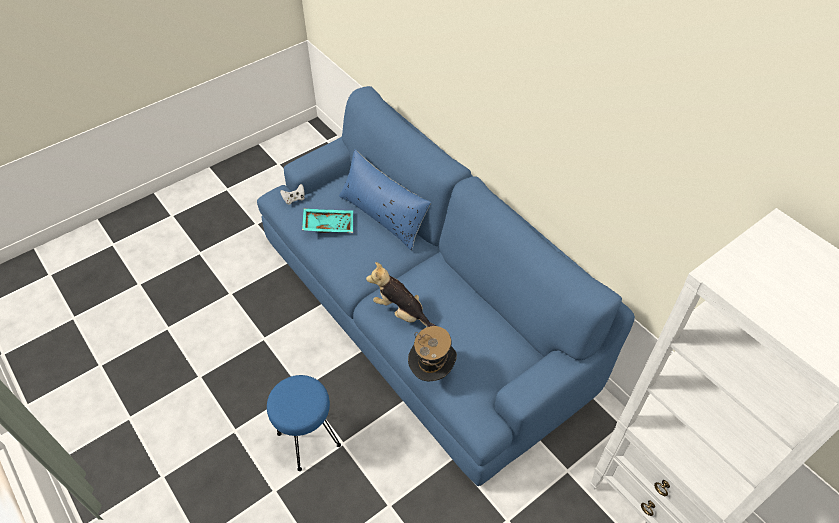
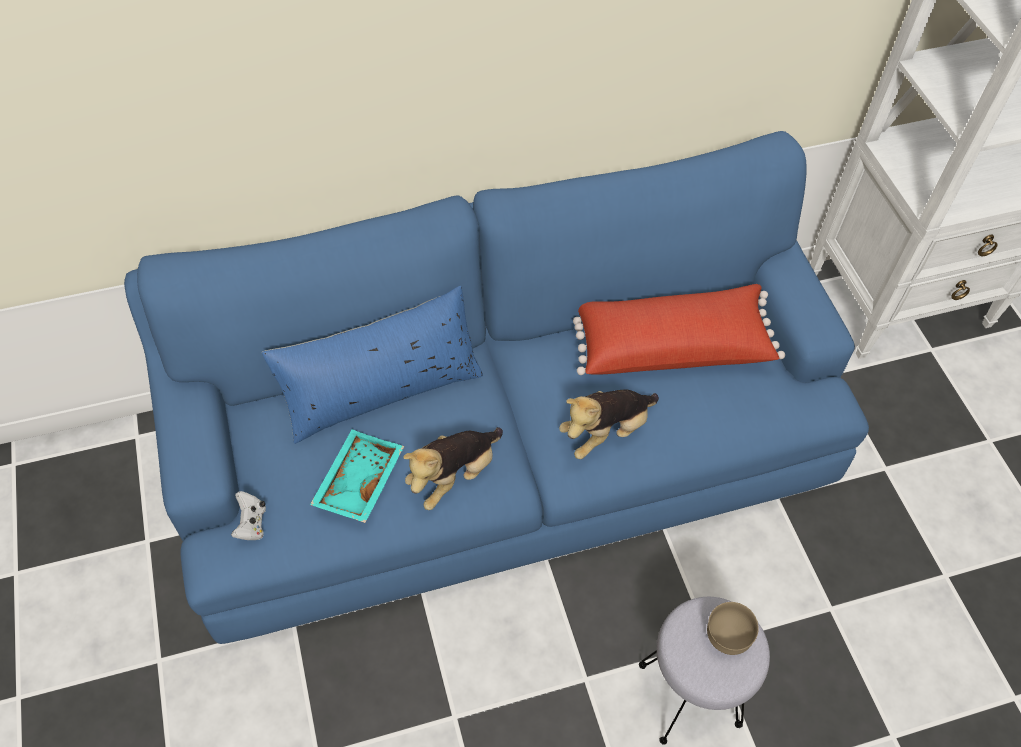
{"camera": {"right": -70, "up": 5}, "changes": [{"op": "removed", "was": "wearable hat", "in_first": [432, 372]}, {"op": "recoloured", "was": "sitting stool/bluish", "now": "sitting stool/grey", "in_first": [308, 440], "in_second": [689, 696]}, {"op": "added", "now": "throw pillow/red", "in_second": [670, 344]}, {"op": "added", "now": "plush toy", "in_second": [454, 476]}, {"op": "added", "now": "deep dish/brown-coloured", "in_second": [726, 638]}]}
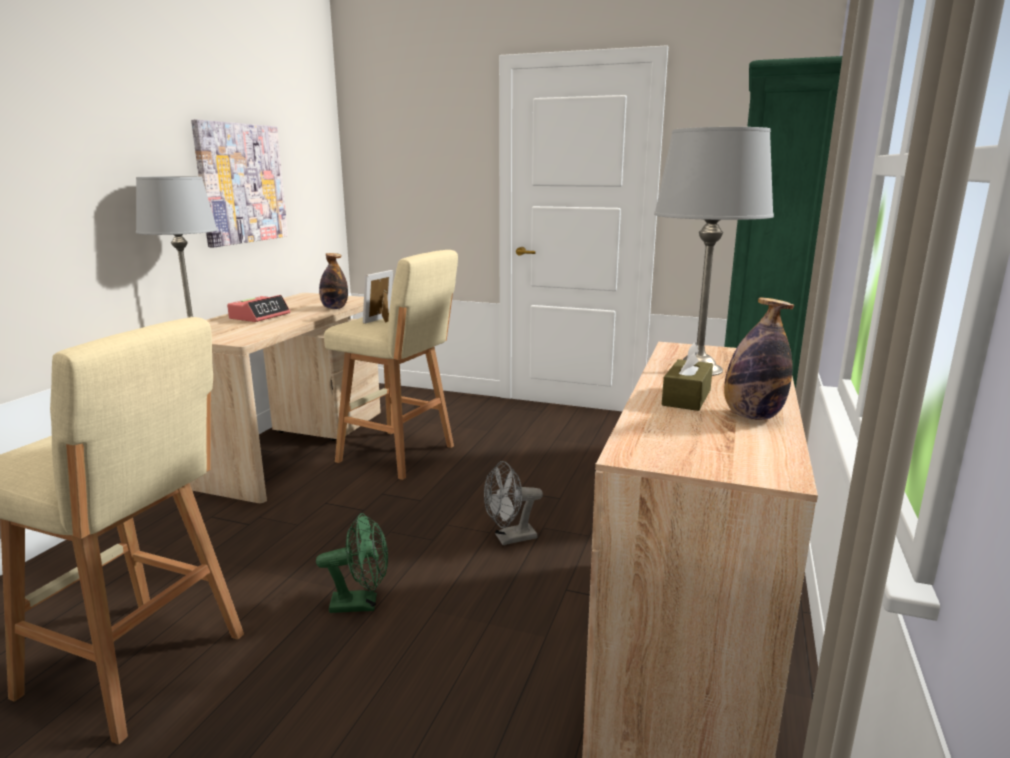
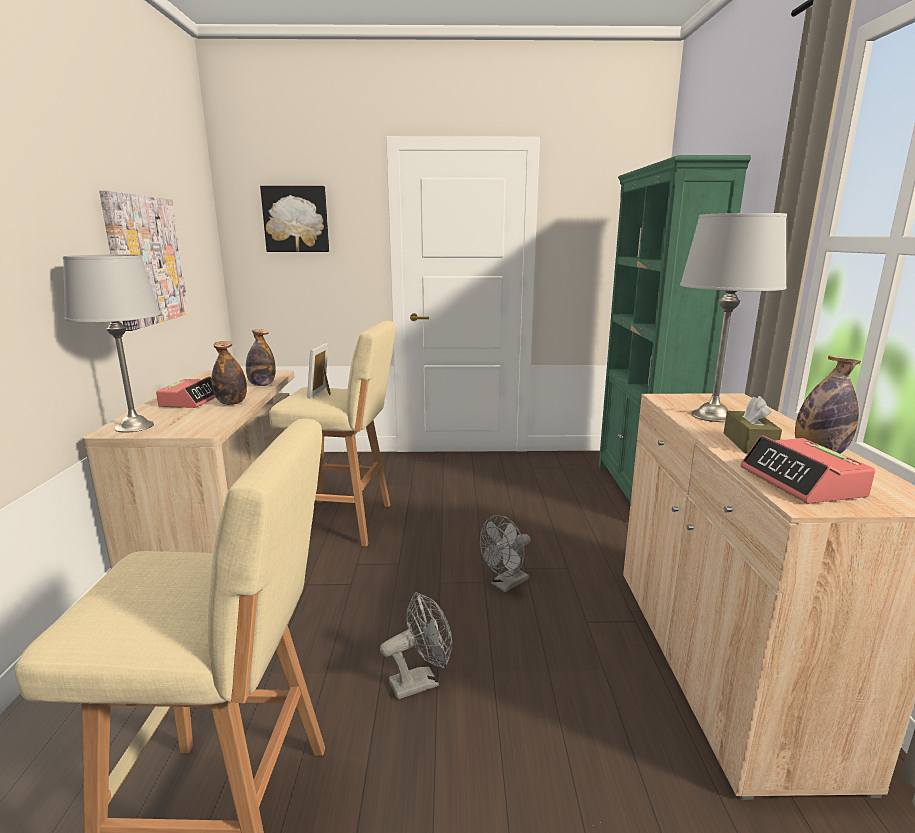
{"camera": {"right": -20, "up": 0}, "changes": [{"op": "recoloured", "was": "electric fan/greenish", "now": "electric fan/grey", "in_first": [361, 604], "in_second": [421, 681]}, {"op": "added", "now": "picture", "in_second": [296, 219]}, {"op": "added", "now": "bottle", "in_second": [232, 403]}, {"op": "added", "now": "bedside clock", "in_second": [802, 483]}]}
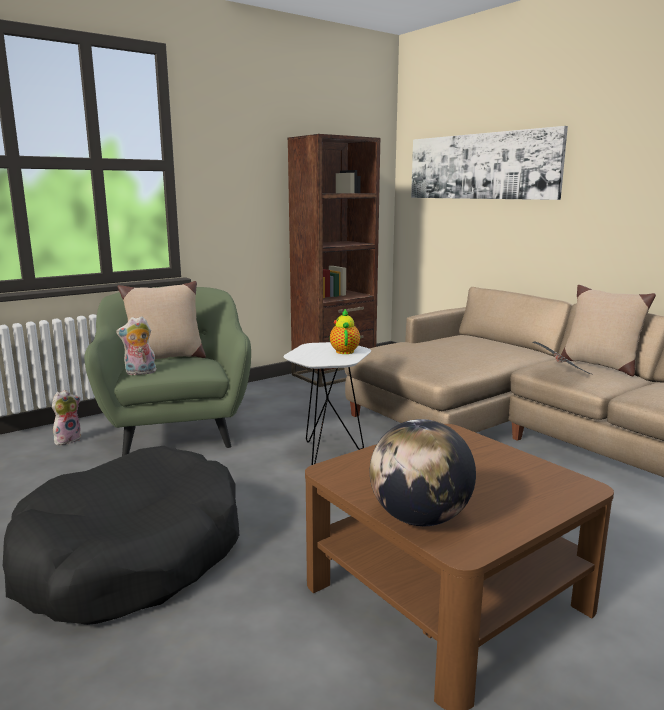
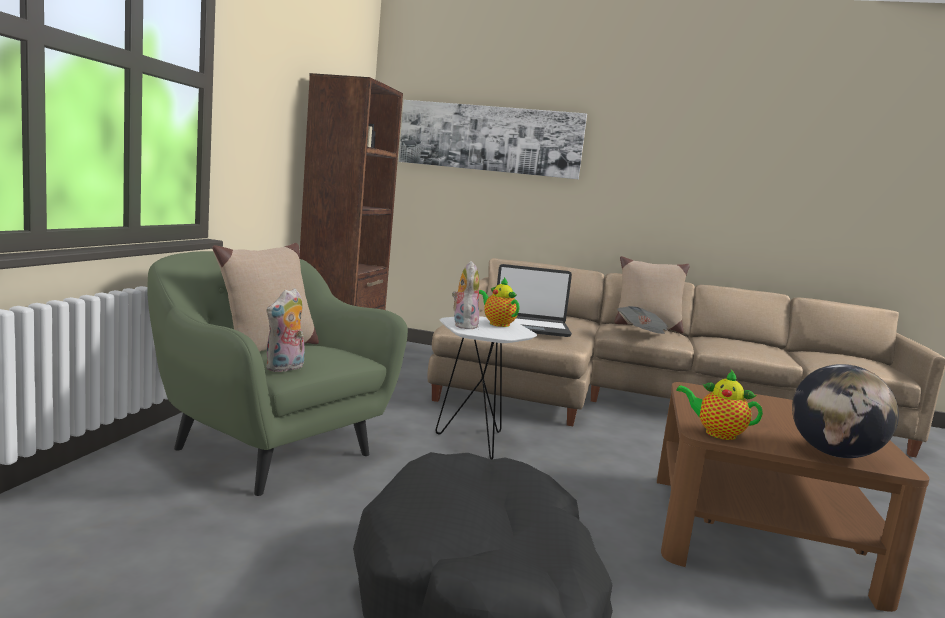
{"camera": {"right": -40, "up": -5}, "changes": [{"op": "moved", "was": "plush toy", "in_first": [68, 440], "in_second": [463, 325]}, {"op": "added", "now": "portable computer", "in_second": [530, 327]}, {"op": "added", "now": "tea pot", "in_second": [716, 433]}]}
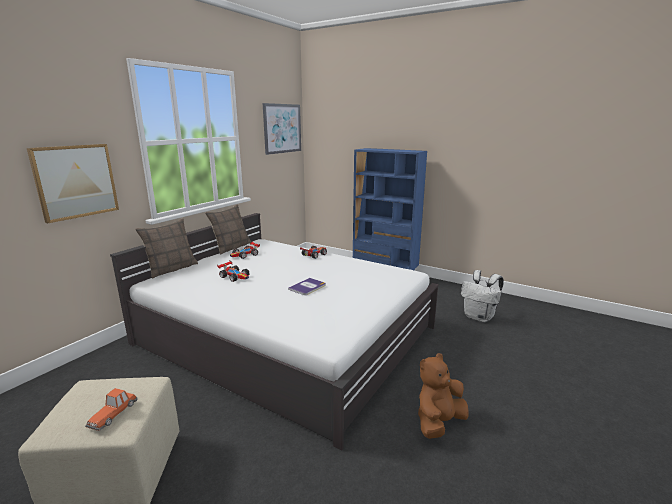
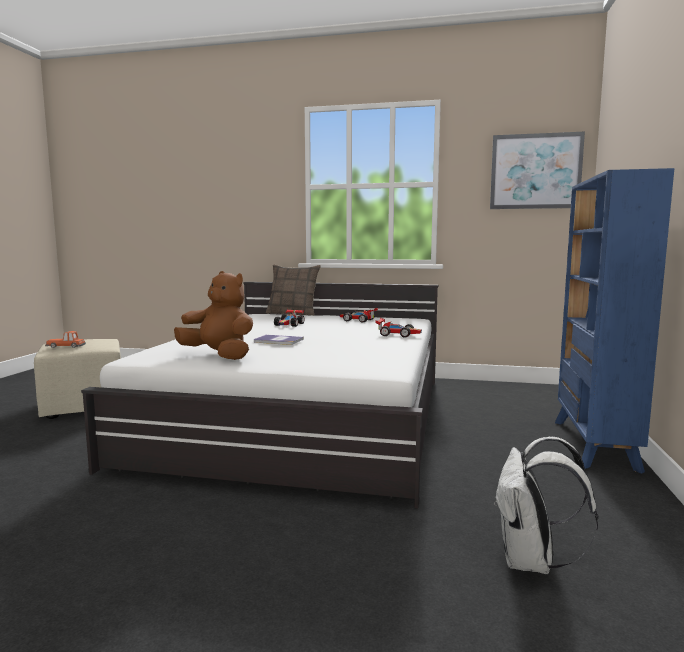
{"camera": {"right": 70, "up": -10}, "changes": [{"op": "removed", "was": "picture", "in_first": [75, 181]}, {"op": "removed", "was": "throw pillow", "in_first": [231, 247]}, {"op": "moved", "was": "plush toy/brown-coloured", "in_first": [438, 422], "in_second": [219, 356]}]}
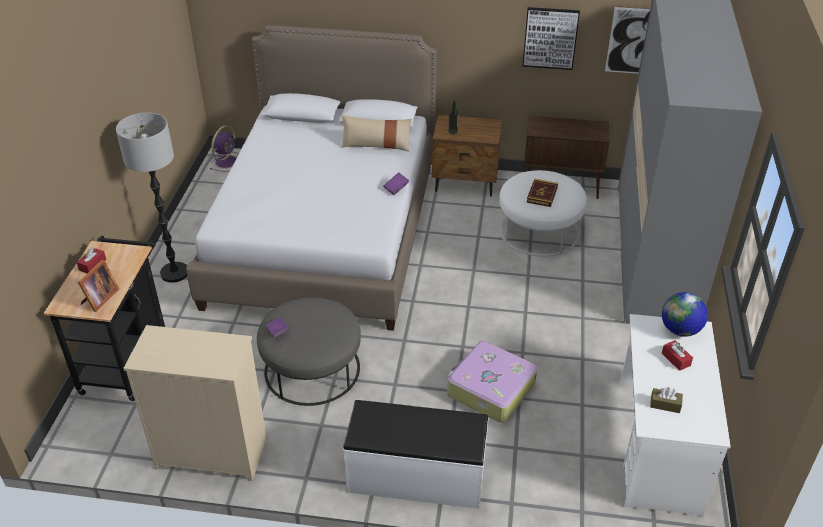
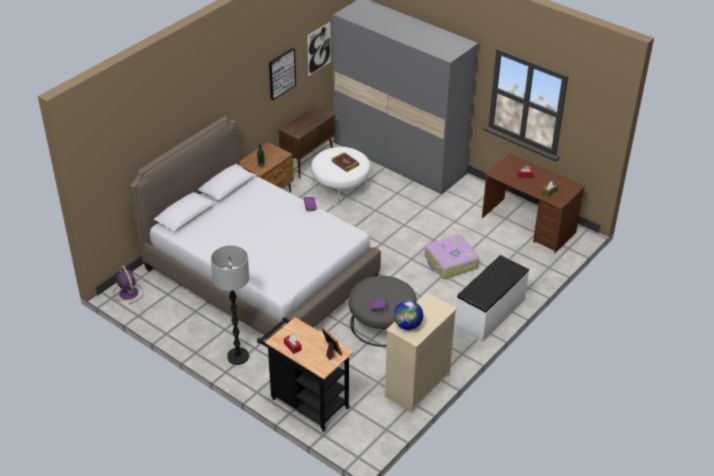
{"camera": {"right": -60, "up": 0}, "changes": [{"op": "removed", "was": "throw pillow/beige-coloured", "in_first": [376, 145]}, {"op": "moved", "was": "desk globe", "in_first": [680, 330], "in_second": [408, 325]}, {"op": "recoloured", "was": "desk/white", "now": "desk/brown-coloured", "in_first": [658, 446], "in_second": [528, 225]}]}
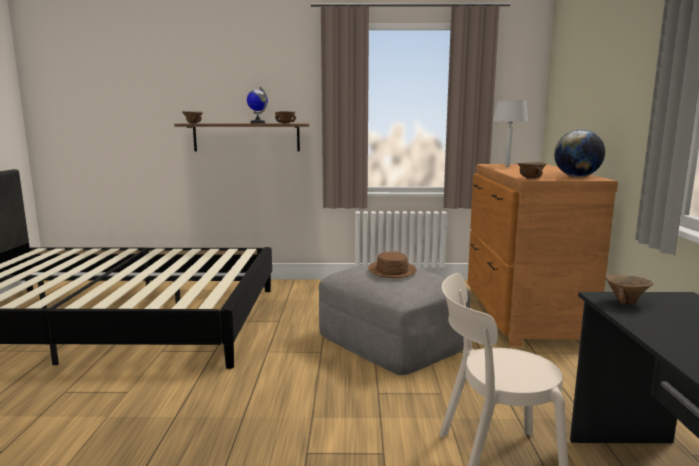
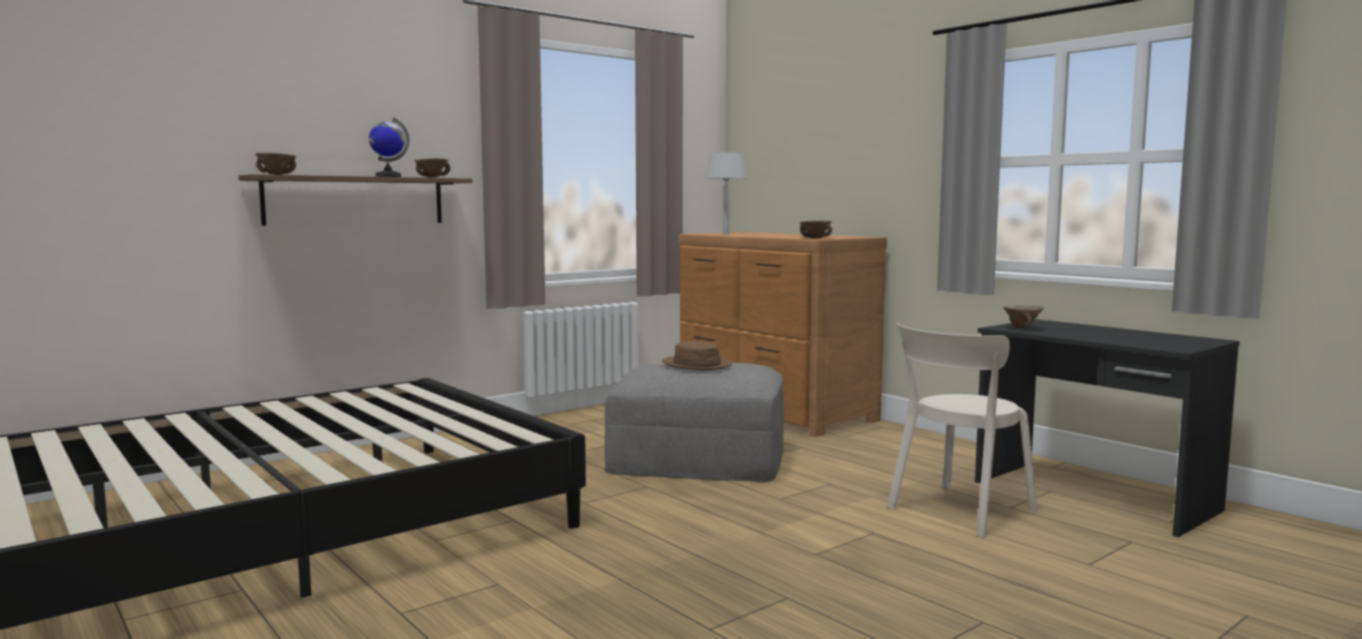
{"camera": {"right": -40, "up": -5}, "changes": [{"op": "removed", "was": "desk globe", "in_first": [577, 176]}]}
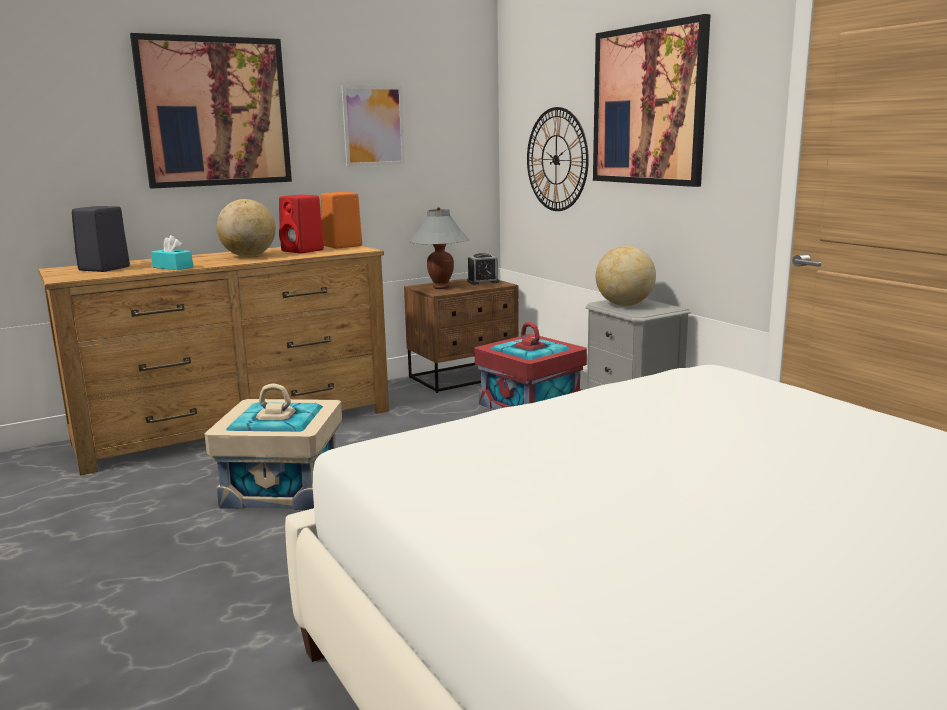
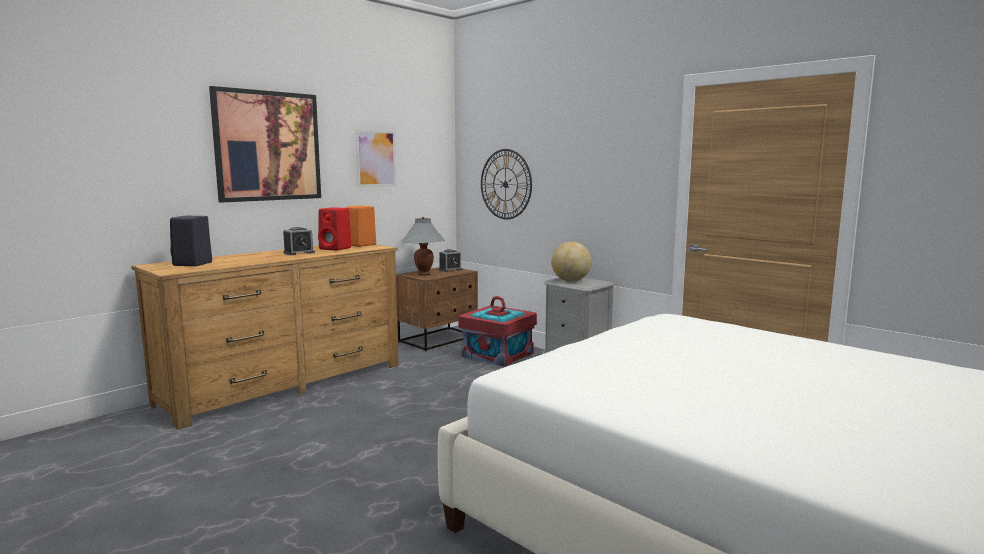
{"camera": {"right": -15, "up": -5}, "changes": [{"op": "removed", "was": "picture", "in_first": [648, 105]}, {"op": "replaced", "was": "desk globe", "now": "bedside clock", "in_first": [249, 256], "in_second": [299, 253]}, {"op": "removed", "was": "tissue box/turquoise", "in_first": [173, 267]}, {"op": "removed", "was": "storage container/beige-coloured", "in_first": [283, 487]}]}
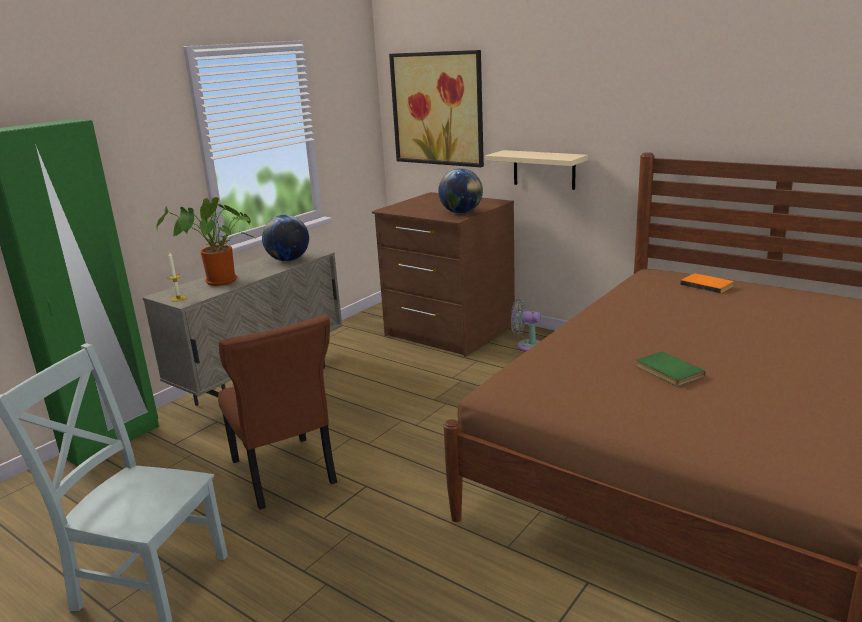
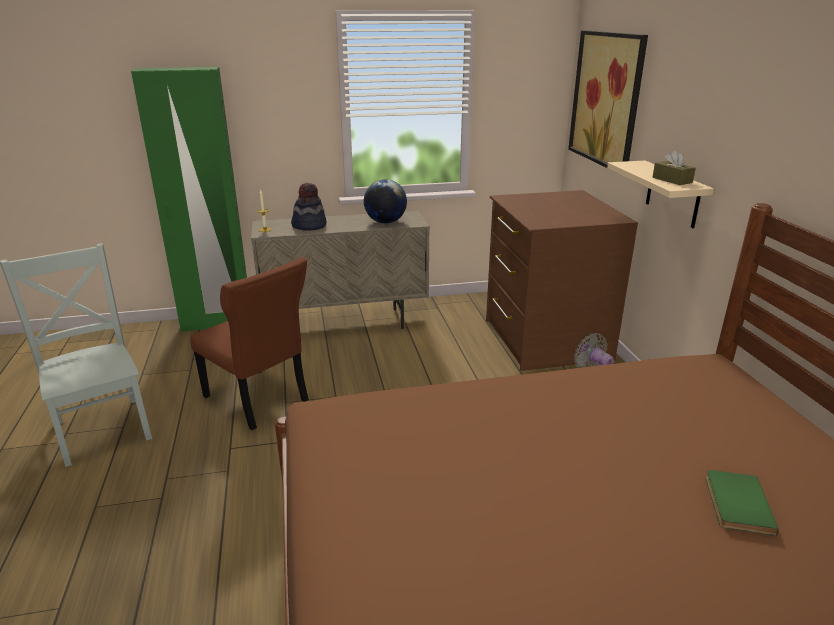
{"camera": {"right": 40, "up": 5}, "changes": [{"op": "removed", "was": "desk globe", "in_first": [461, 213]}, {"op": "replaced", "was": "houseplant", "now": "wearable hat", "in_first": [219, 283], "in_second": [309, 226]}, {"op": "removed", "was": "bound book/orangey", "in_first": [707, 285]}, {"op": "turned", "was": "upright chair/brown-coloured", "in_first": [284, 474], "in_second": [258, 400], "clockwise": -60}, {"op": "moved", "was": "bound book/greenish", "in_first": [667, 371], "in_second": [735, 504]}, {"op": "added", "now": "tissue box/brown-coloured", "in_second": [672, 180]}]}
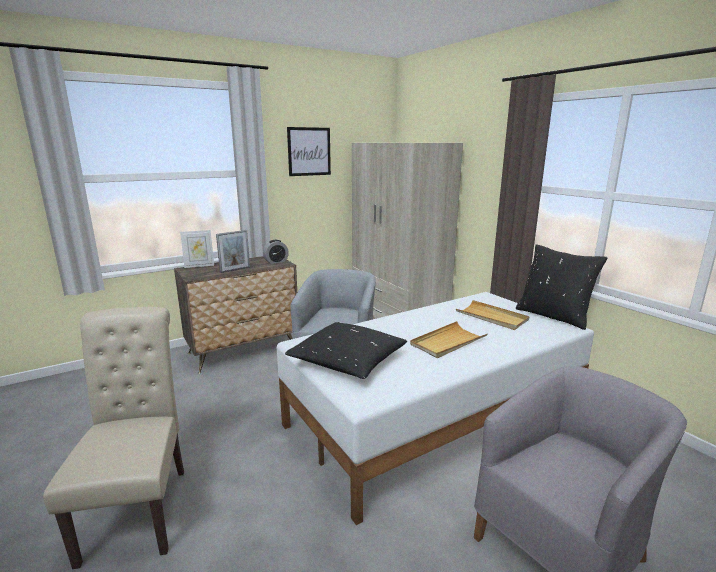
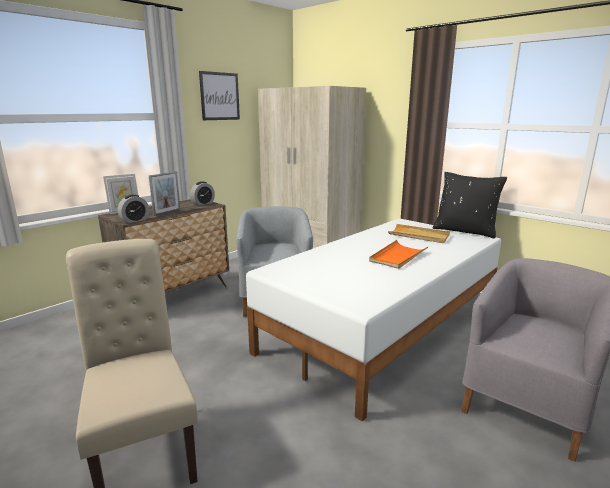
{"camera": {"right": -15, "up": 0}, "changes": [{"op": "recoloured", "was": "serving tray/beige-coloured", "now": "serving tray/orangey", "in_first": [447, 342], "in_second": [398, 256]}, {"op": "removed", "was": "throw pillow/black-coloured", "in_first": [348, 361]}, {"op": "added", "now": "bedside clock", "in_second": [135, 220]}]}
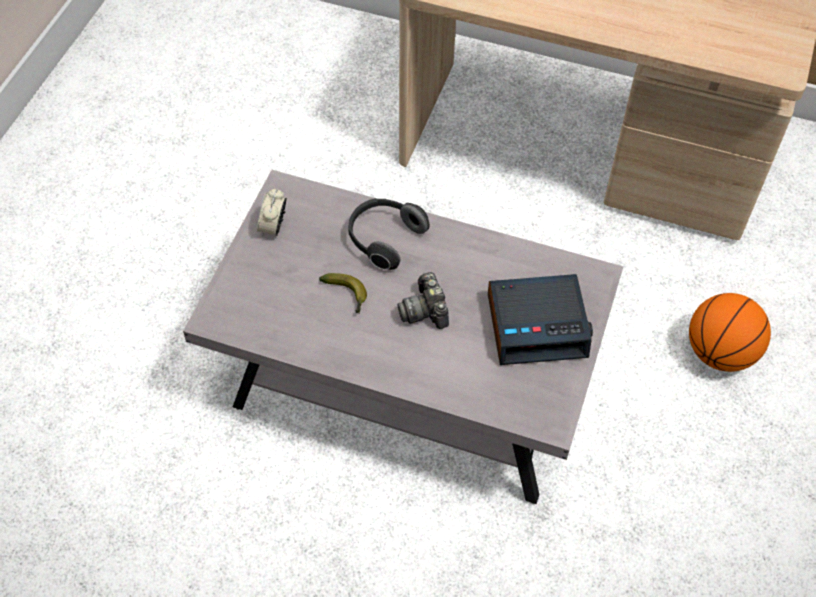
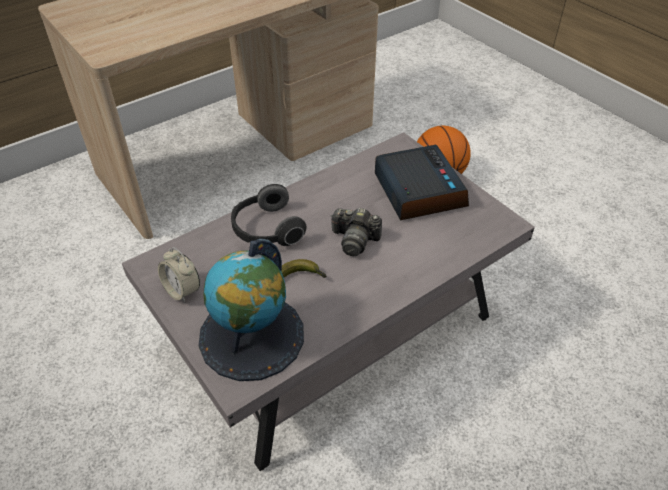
{"camera": {"right": -55, "up": -10}, "changes": [{"op": "turned", "was": "bedside clock", "in_first": [538, 325], "in_second": [418, 190], "clockwise": -45}, {"op": "added", "now": "desk globe", "in_second": [252, 336]}]}
